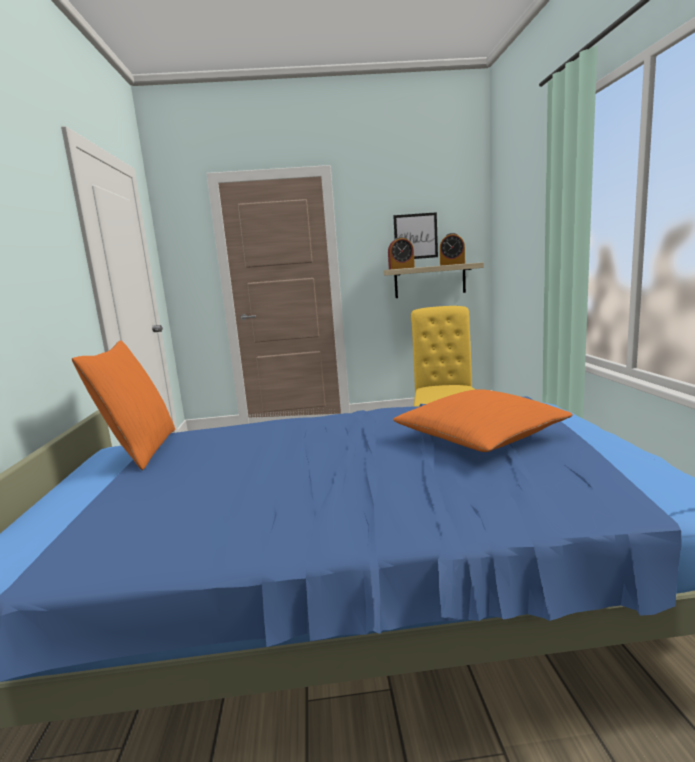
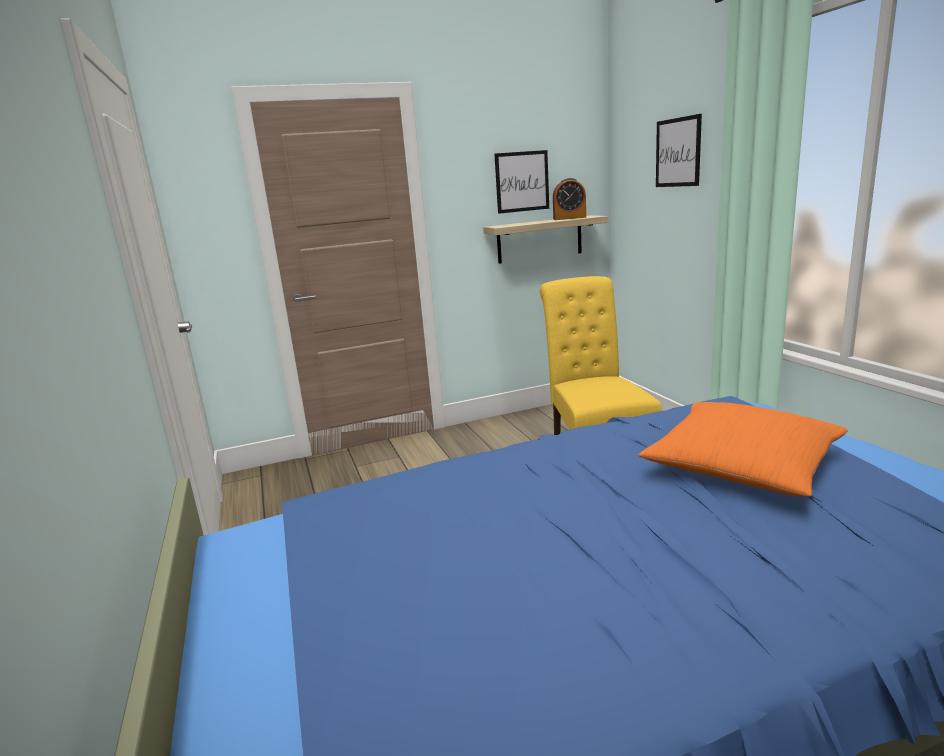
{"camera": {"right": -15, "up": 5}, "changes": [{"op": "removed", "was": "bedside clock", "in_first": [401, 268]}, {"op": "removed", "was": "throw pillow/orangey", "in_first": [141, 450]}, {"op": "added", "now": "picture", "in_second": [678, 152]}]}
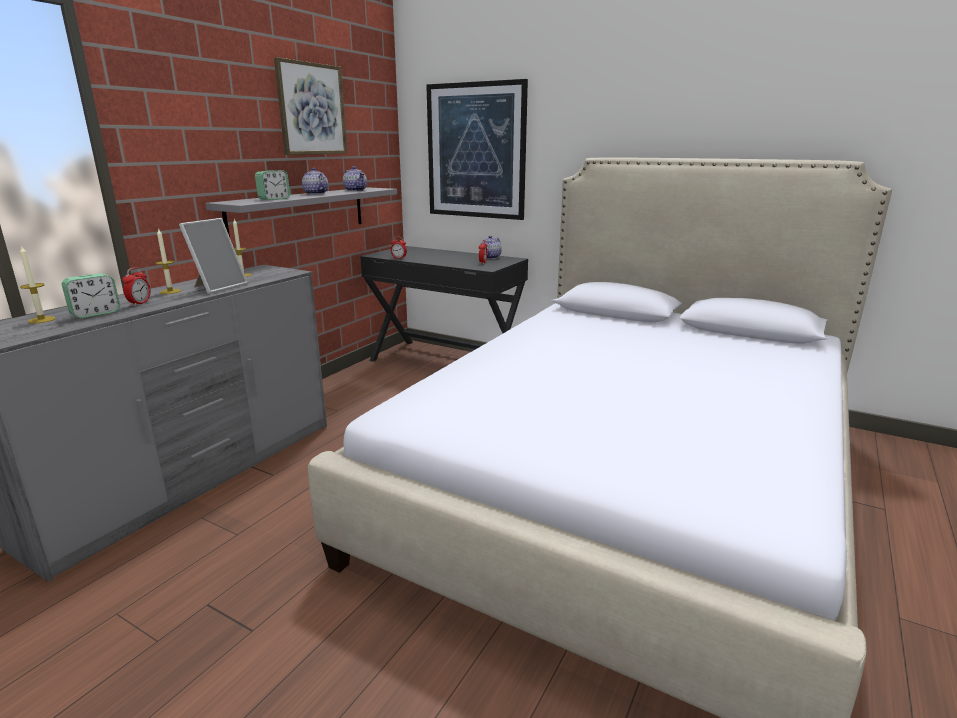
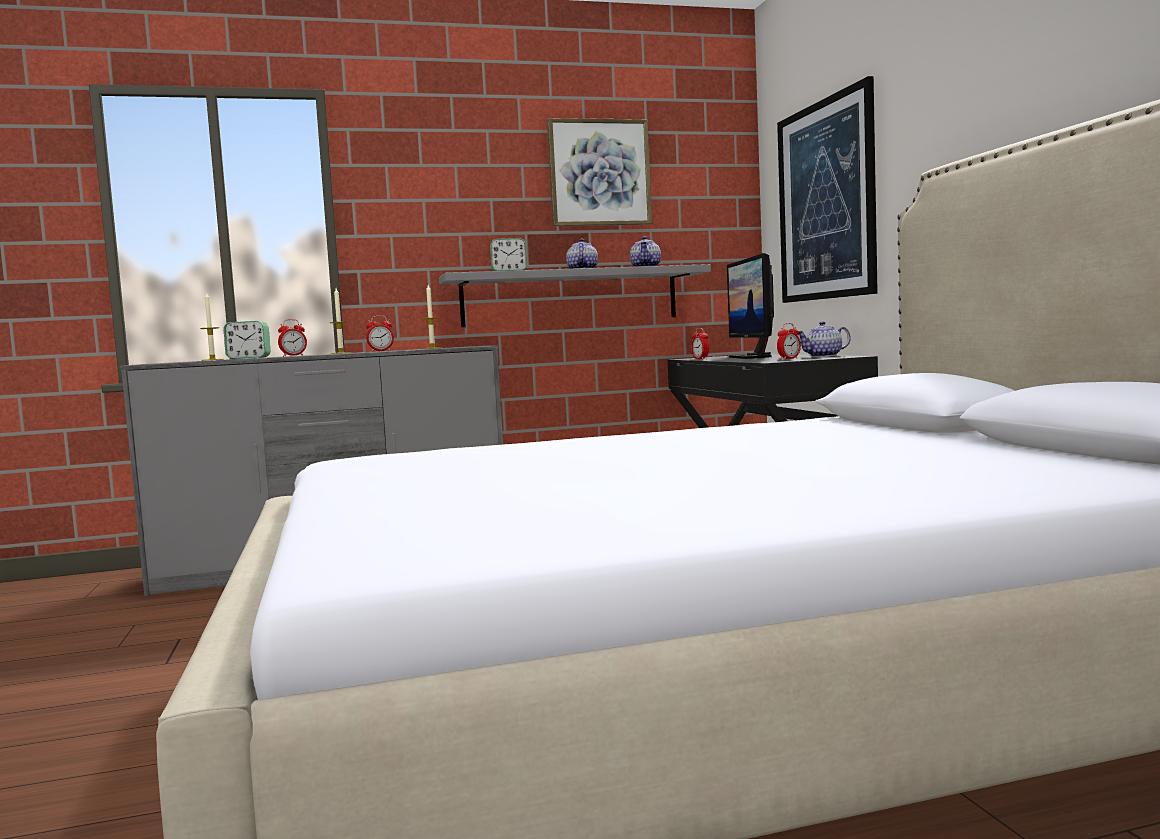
{"camera": {"right": 45, "up": -15}, "changes": [{"op": "replaced", "was": "photo frame", "now": "bedside clock", "in_first": [218, 287], "in_second": [381, 351]}, {"op": "added", "now": "computer screen", "in_second": [753, 357]}]}
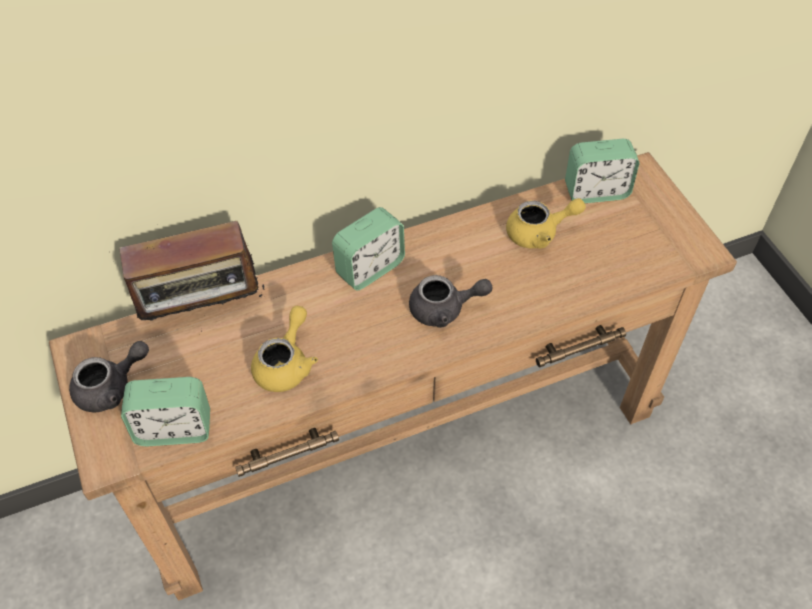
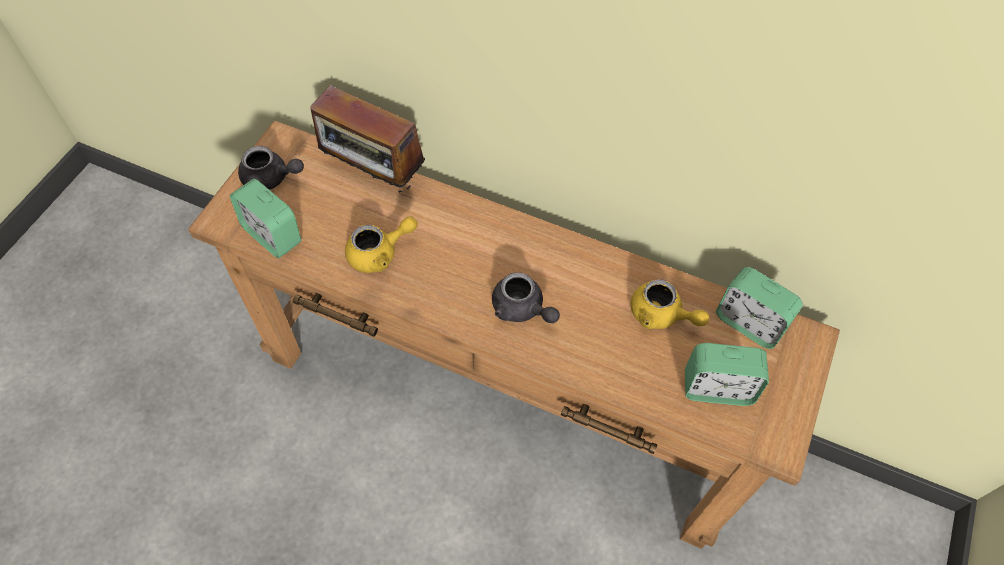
{"camera": {"right": 45, "up": 5}, "changes": [{"op": "moved", "was": "bedside clock", "in_first": [370, 268], "in_second": [717, 388]}]}
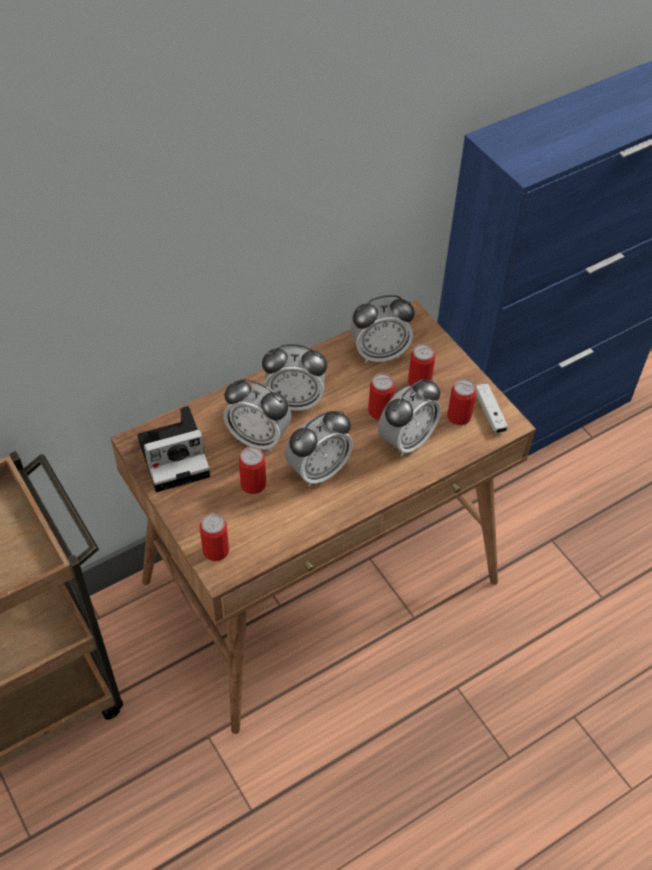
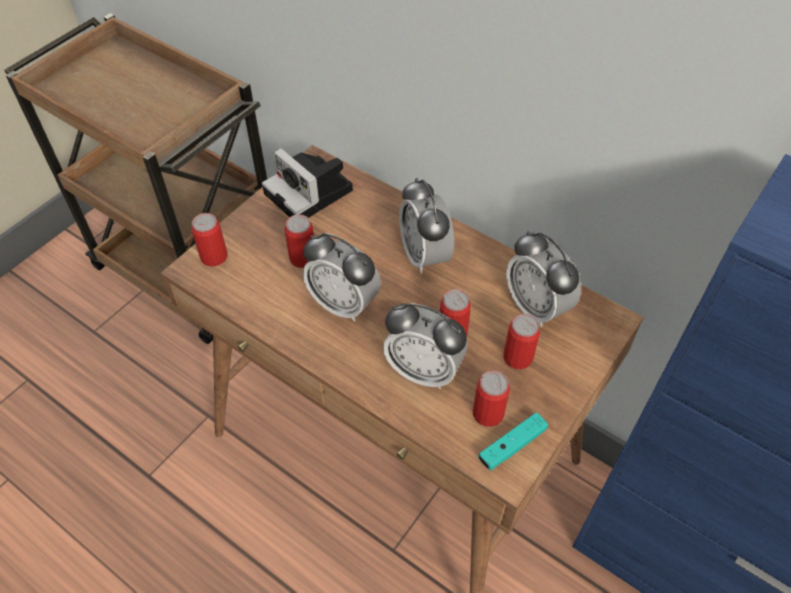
{"camera": {"right": 70, "up": 0}, "changes": [{"op": "removed", "was": "bedside clock", "in_first": [258, 438]}, {"op": "recoloured", "was": "game controller/white", "now": "game controller/turquoise", "in_first": [490, 413], "in_second": [512, 446]}]}
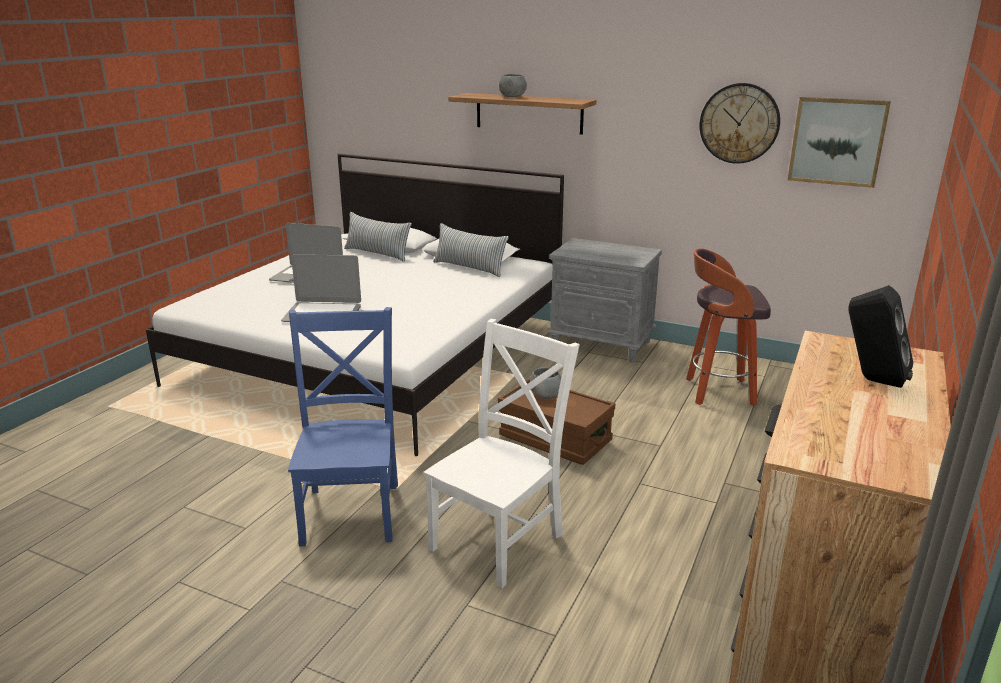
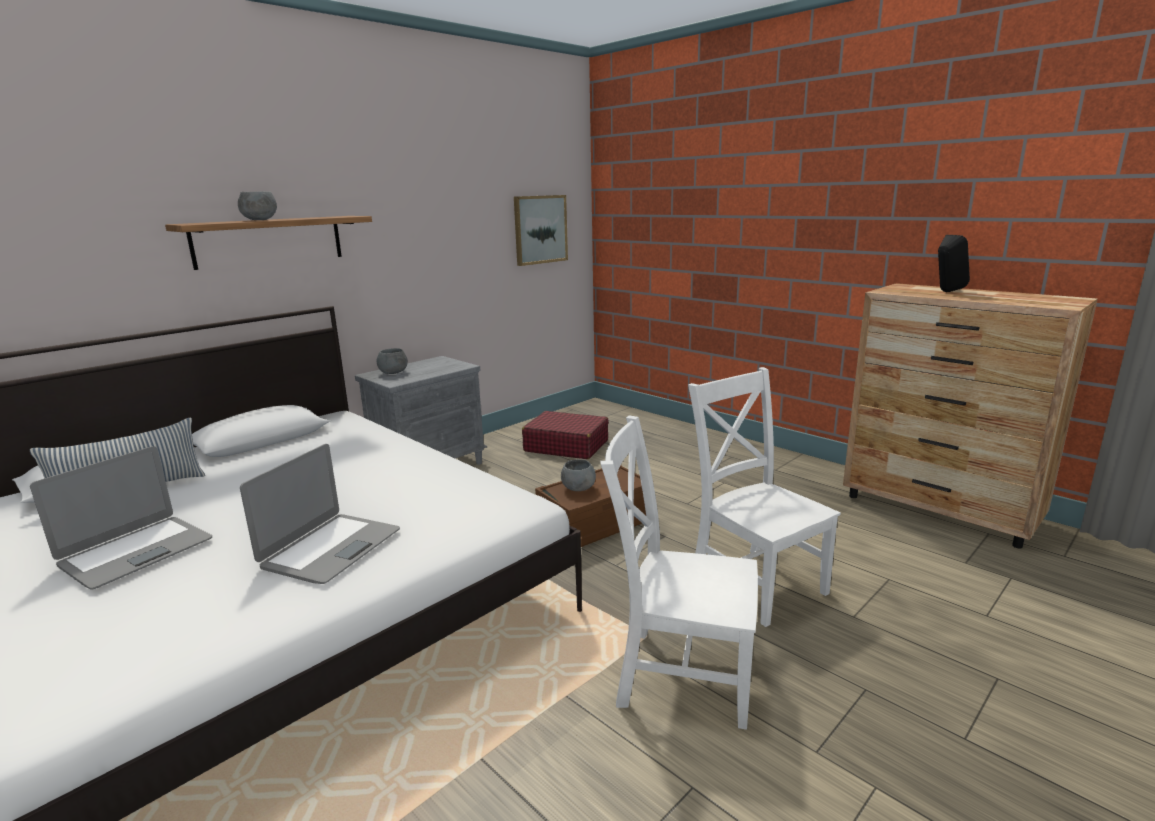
{"camera": {"right": -70, "up": -5}, "changes": [{"op": "removed", "was": "wall clock", "in_first": [739, 123]}, {"op": "removed", "was": "throw pillow", "in_first": [469, 268]}, {"op": "replaced", "was": "sitting stool", "now": "suitcase/red", "in_first": [717, 392], "in_second": [566, 446]}, {"op": "recoloured", "was": "upright chair/bluish", "now": "upright chair/white", "in_first": [352, 510], "in_second": [678, 675]}, {"op": "added", "now": "deep dish/grey", "in_second": [393, 372]}]}
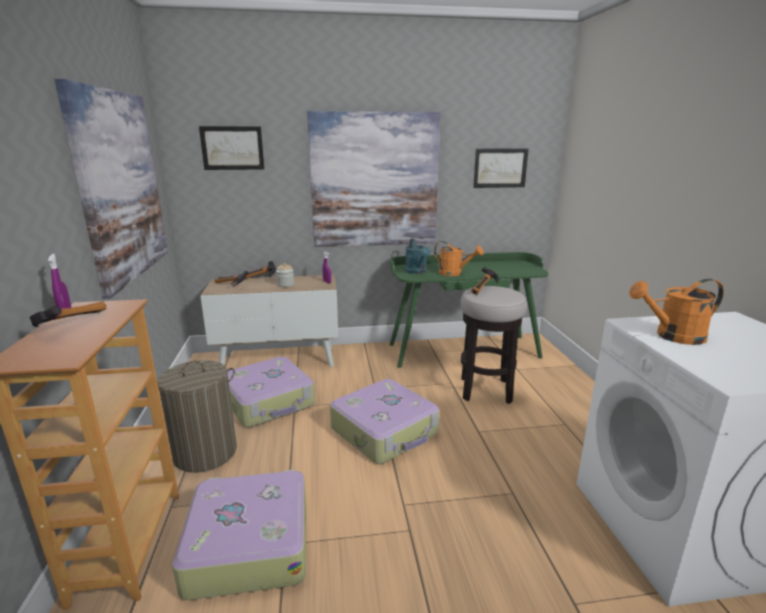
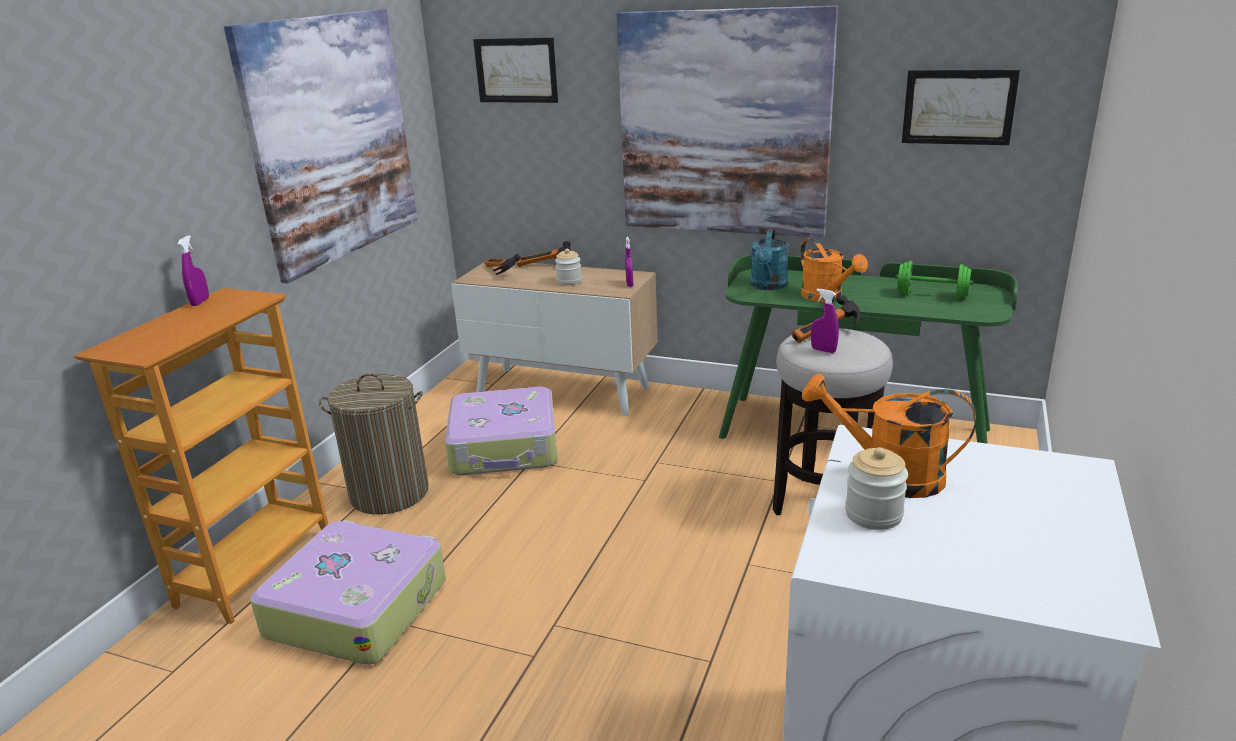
{"camera": {"right": 30, "up": 5}, "changes": [{"op": "removed", "was": "hand hammer", "in_first": [71, 325]}, {"op": "removed", "was": "suitcase", "in_first": [385, 431]}, {"op": "added", "now": "dumbbell/greenish", "in_second": [932, 295]}, {"op": "added", "now": "spray bottle/purple-coloured", "in_second": [823, 350]}, {"op": "added", "now": "storage jar", "in_second": [873, 514]}]}
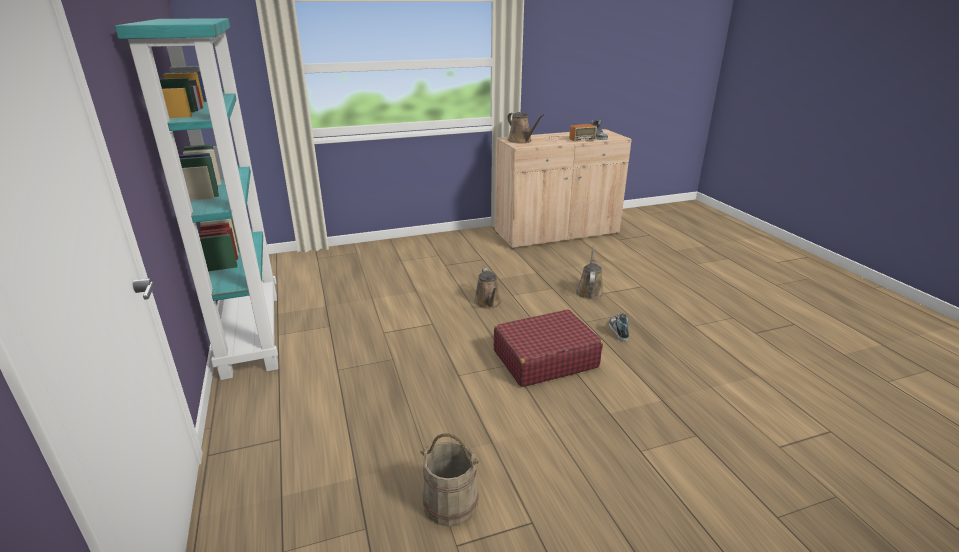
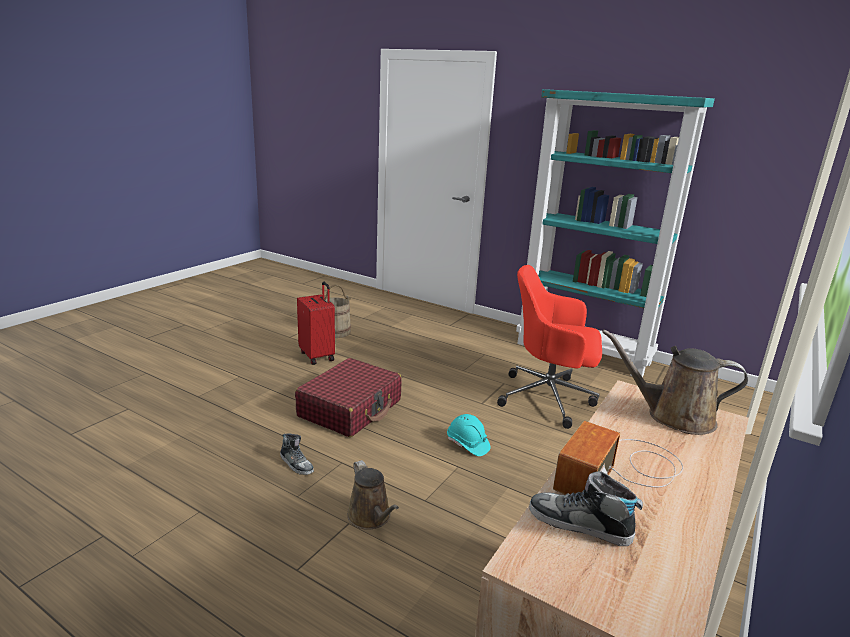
{"camera": {"right": 140, "up": -5}, "changes": [{"op": "replaced", "was": "watering can/brown-coloured", "now": "work helmet/turquoise", "in_first": [488, 303], "in_second": [467, 444]}, {"op": "added", "now": "desk chair/red", "in_second": [549, 398]}, {"op": "added", "now": "suitcase/red", "in_second": [318, 356]}]}
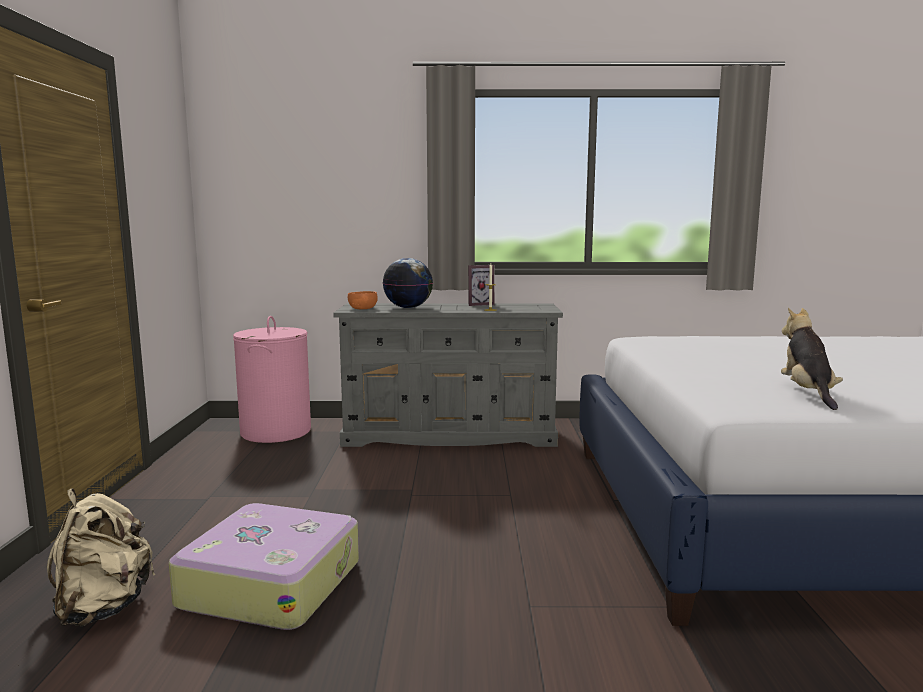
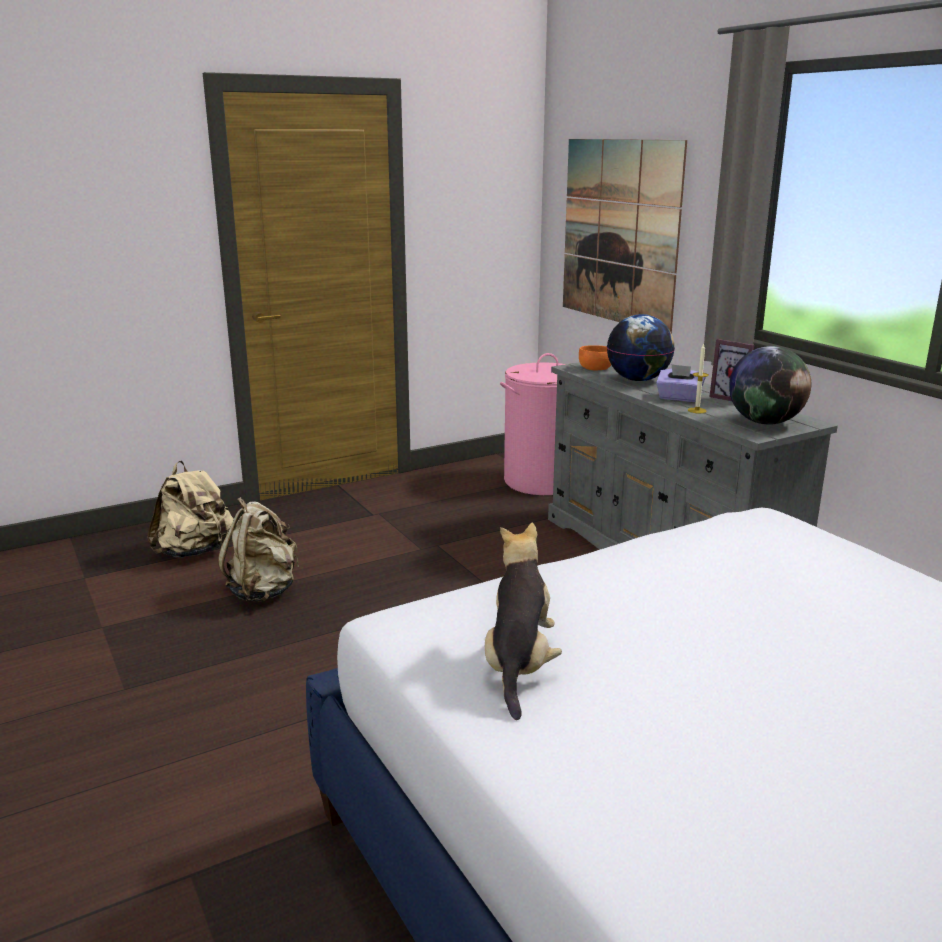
{"camera": {"right": 60, "up": 10}, "changes": [{"op": "turned", "was": "plush toy", "in_first": [807, 394], "in_second": [519, 665], "clockwise": -60}, {"op": "replaced", "was": "suitcase", "now": "knapsack/beige-coloured", "in_first": [271, 583], "in_second": [264, 591]}, {"op": "added", "now": "picture", "in_second": [619, 232]}, {"op": "added", "now": "desk globe", "in_second": [765, 422]}, {"op": "added", "now": "tissue box/purple-coloured", "in_second": [679, 398]}]}
